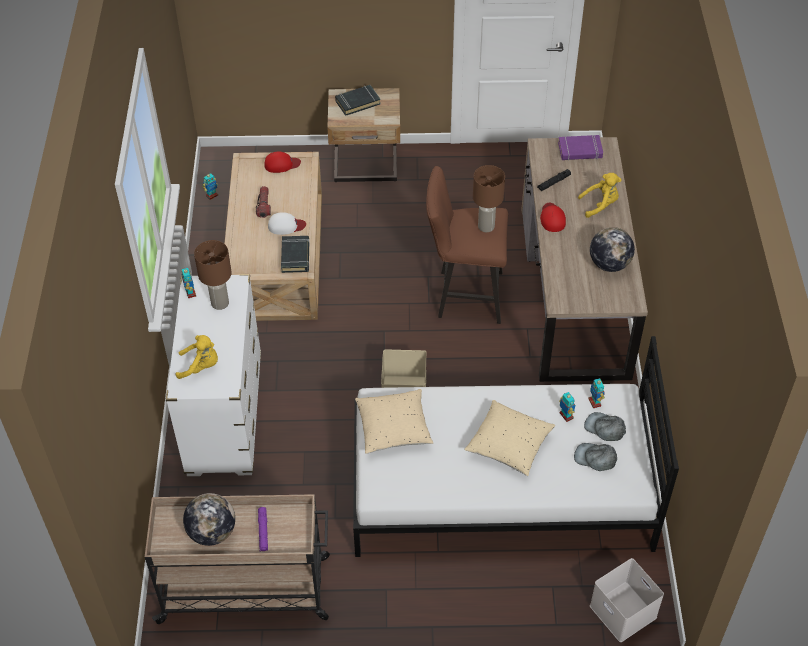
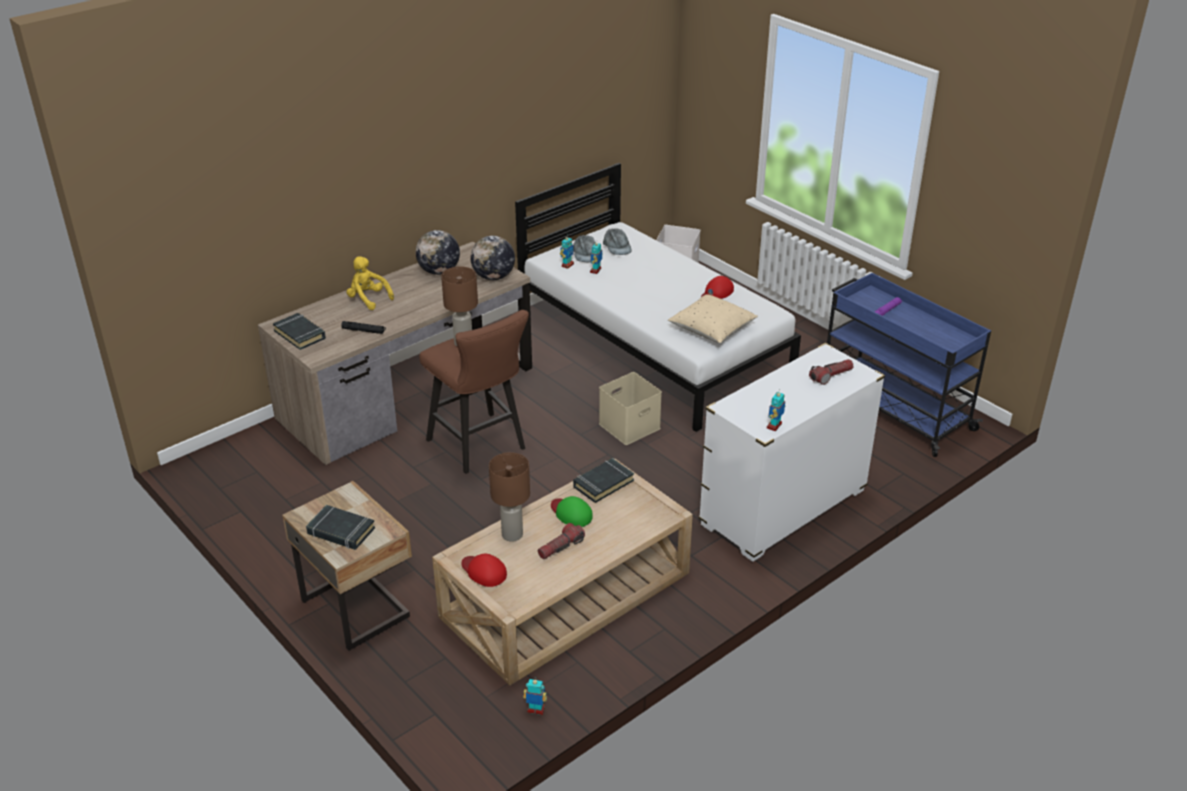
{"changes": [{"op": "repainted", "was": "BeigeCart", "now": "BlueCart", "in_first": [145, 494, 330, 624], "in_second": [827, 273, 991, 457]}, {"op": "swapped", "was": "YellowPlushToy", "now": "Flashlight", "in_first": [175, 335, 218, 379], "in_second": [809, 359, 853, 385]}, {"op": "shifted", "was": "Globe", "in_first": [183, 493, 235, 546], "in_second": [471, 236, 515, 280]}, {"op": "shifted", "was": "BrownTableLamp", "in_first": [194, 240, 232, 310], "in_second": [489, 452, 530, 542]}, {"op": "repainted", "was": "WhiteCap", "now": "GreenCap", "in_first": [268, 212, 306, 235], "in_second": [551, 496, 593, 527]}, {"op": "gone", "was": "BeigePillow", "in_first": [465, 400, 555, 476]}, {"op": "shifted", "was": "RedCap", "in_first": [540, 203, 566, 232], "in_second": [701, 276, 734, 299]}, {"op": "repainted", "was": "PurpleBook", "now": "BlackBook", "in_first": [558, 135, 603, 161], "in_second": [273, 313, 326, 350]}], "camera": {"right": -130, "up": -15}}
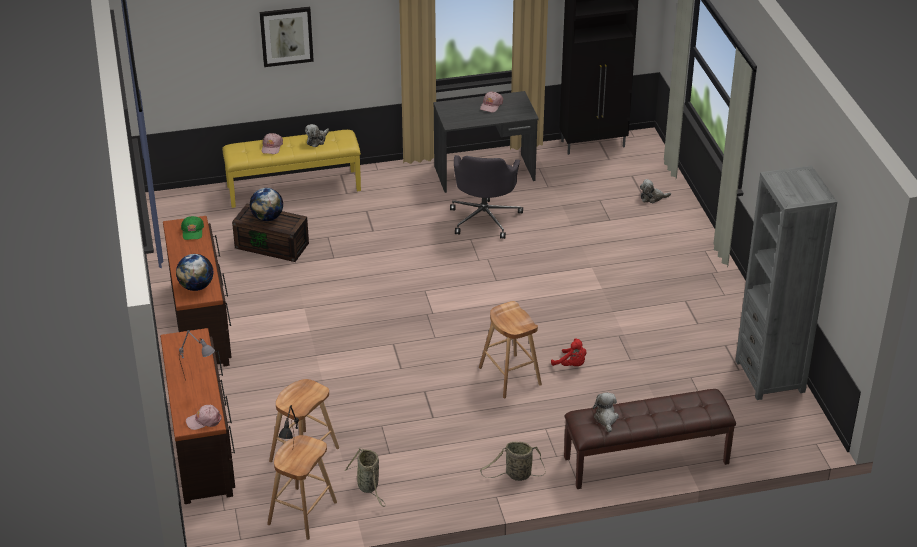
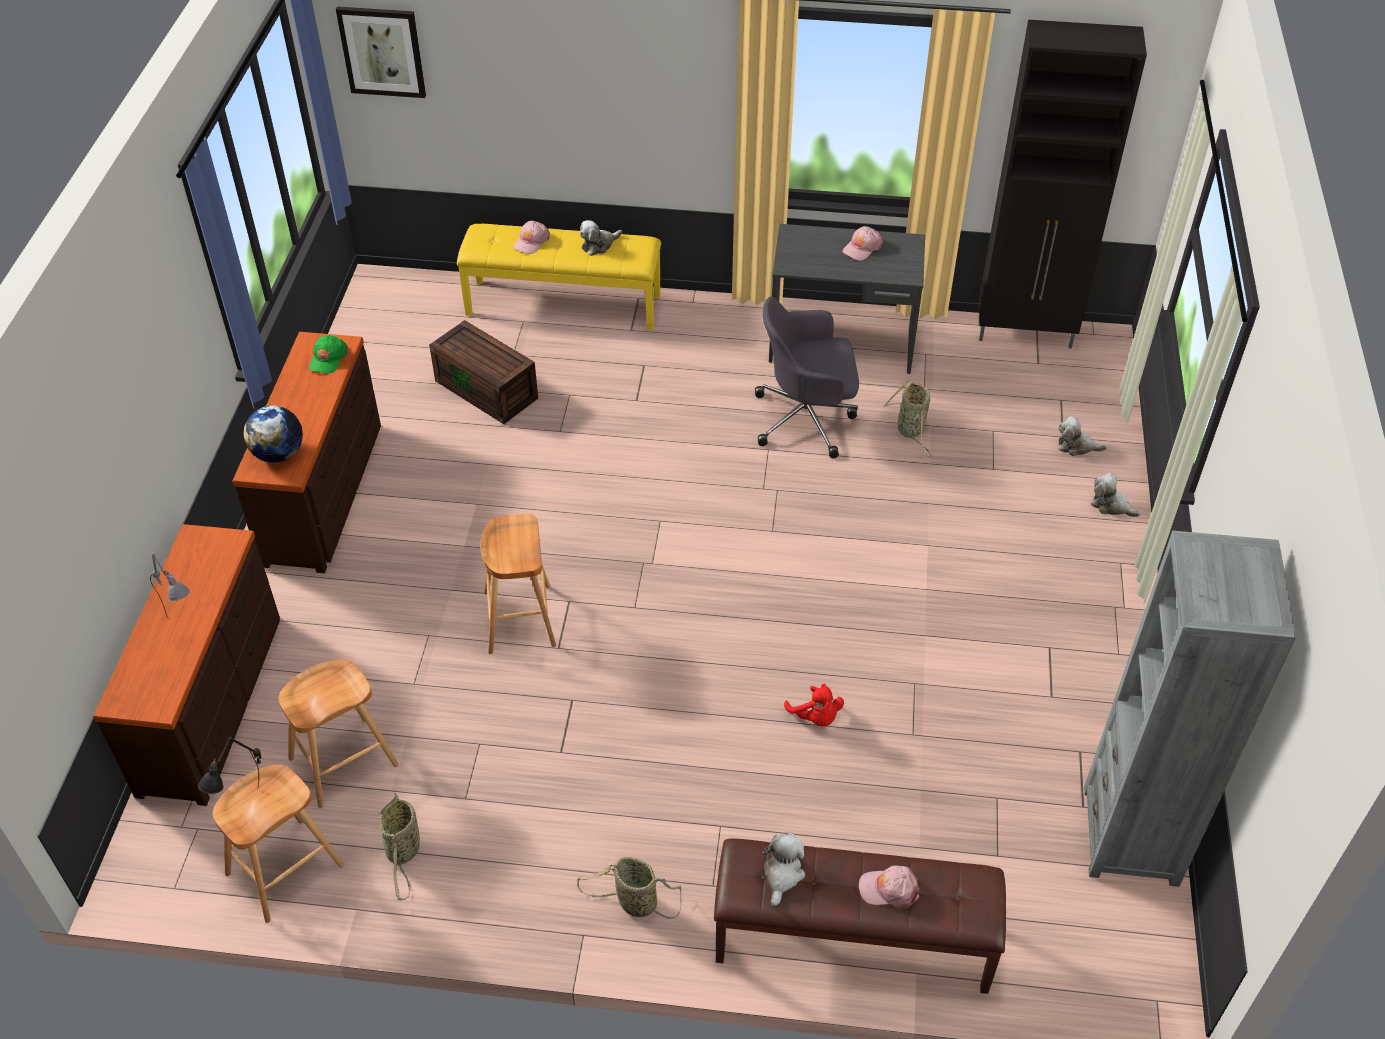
{"changes": [{"op": "shifted", "was": "PinkCap", "in_first": [186, 405, 222, 430], "in_second": [859, 865, 920, 908]}, {"op": "gone", "was": "Globe", "in_first": [250, 188, 283, 221]}, {"op": "shifted", "was": "Picture", "in_first": [260, 7, 314, 67], "in_second": [336, 7, 426, 98]}, {"op": "rotated", "was": "GreyOfficeChair", "in_first": [450, 155, 523, 239], "in_second": [755, 297, 859, 458], "clockwise": 60}, {"op": "shifted", "was": "BrownStool", "in_first": [479, 301, 542, 398], "in_second": [480, 514, 556, 654]}, {"op": "new", "now": "Basket", "in_second": [883, 380, 931, 458]}, {"op": "new", "now": "PlushToy", "in_second": [1091, 473, 1141, 517]}], "camera": {"right": 20, "up": 10}}
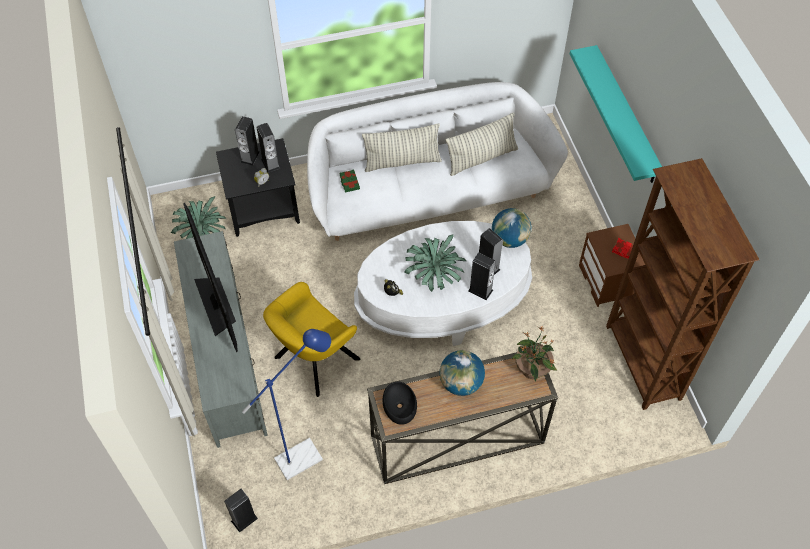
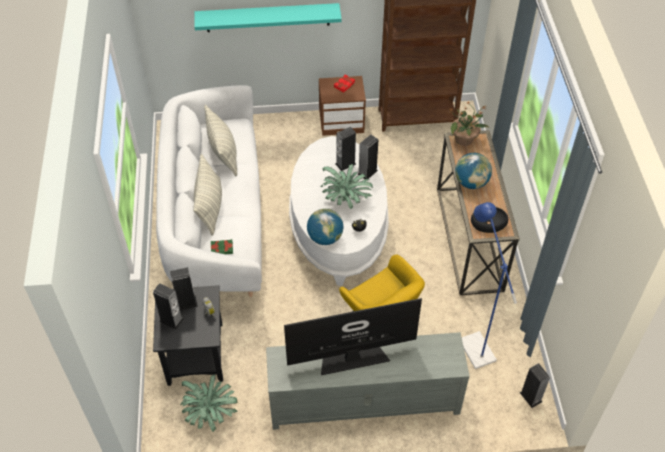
{"changes": [{"op": "shifted", "was": "Globe", "in_first": [492, 208, 531, 248], "in_second": [307, 209, 343, 245]}], "camera": {"right": -80, "up": -5}}
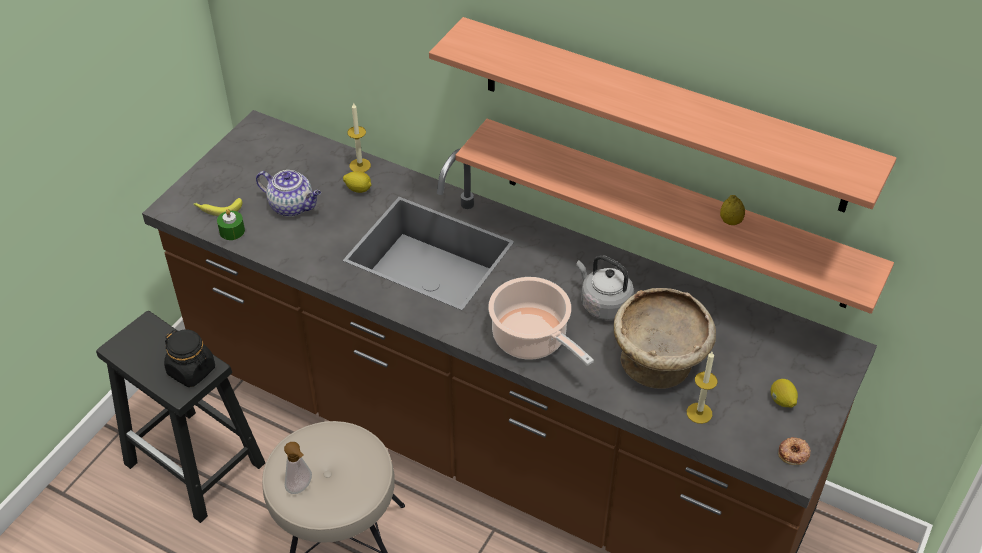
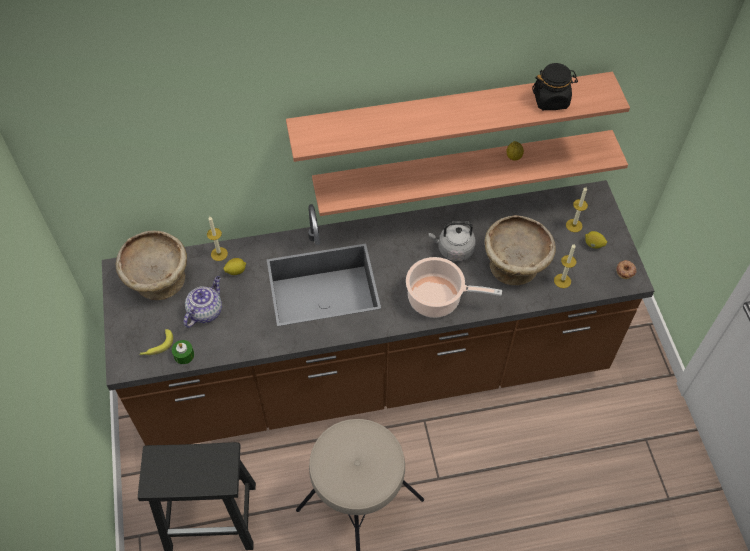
{"changes": [{"op": "shifted", "was": "BlackJar", "in_first": [164, 329, 215, 387], "in_second": [532, 63, 578, 110]}, {"op": "rotated", "was": "Teapot", "in_first": [256, 170, 321, 217], "in_second": [184, 276, 222, 328], "clockwise": -45}, {"op": "gone", "was": "SoapDispenser", "in_first": [284, 442, 312, 494]}, {"op": "new", "now": "BeigeBowl", "in_second": [116, 231, 187, 300]}, {"op": "new", "now": "Candle", "in_second": [566, 187, 588, 232]}], "camera": {"right": -40, "up": 10}}
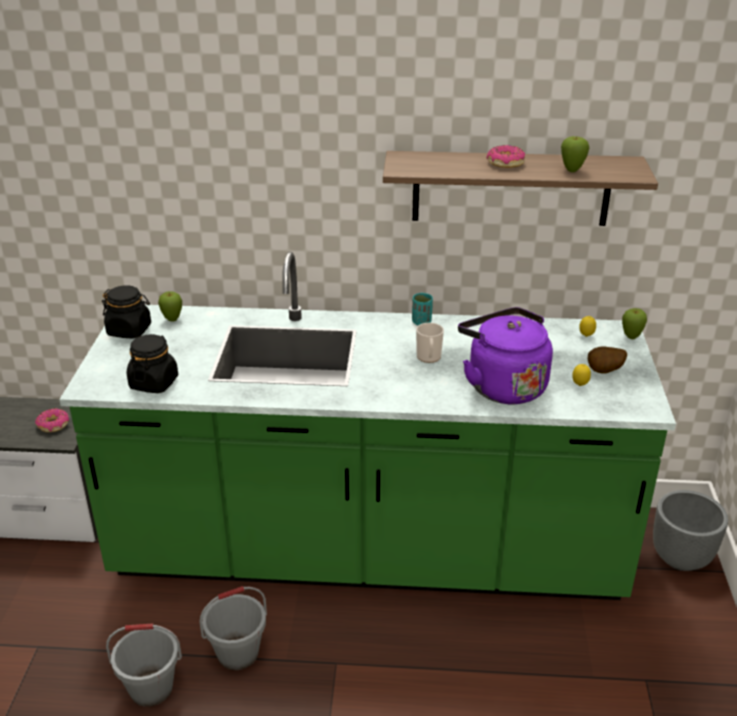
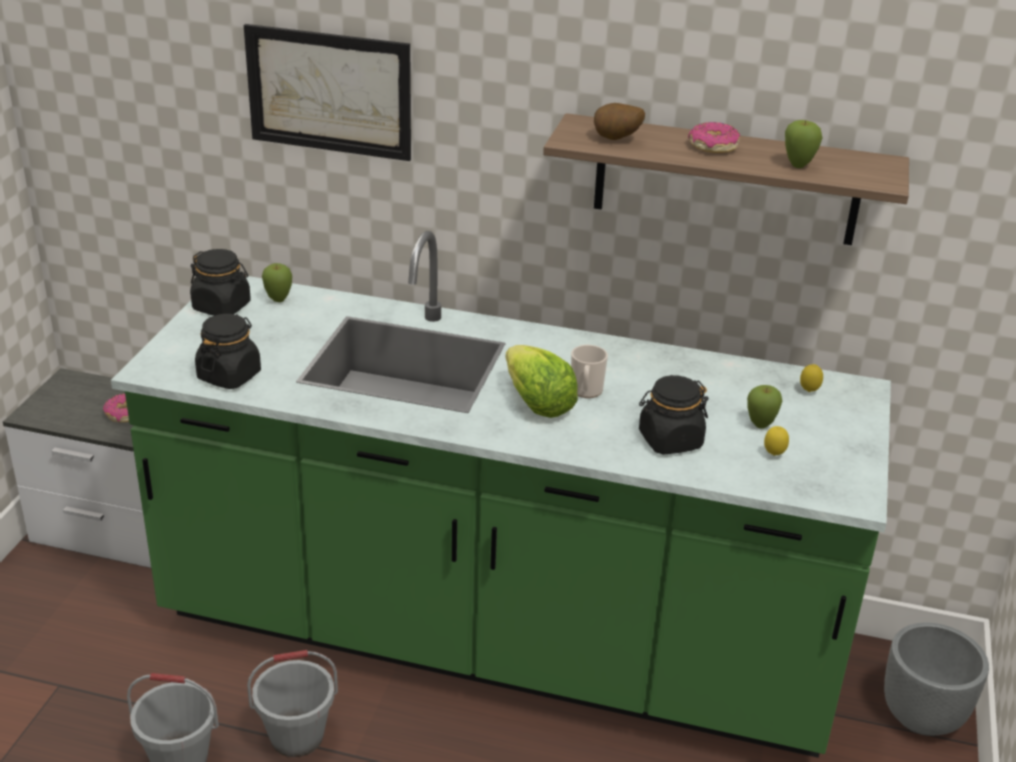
{"changes": [{"op": "gone", "was": "TurquoiseCup", "in_first": [412, 293, 433, 325]}, {"op": "swapped", "was": "PurpleKettle", "now": "BlackJar", "in_first": [458, 307, 553, 404], "in_second": [639, 375, 708, 455]}, {"op": "shifted", "was": "Potato", "in_first": [588, 346, 627, 374], "in_second": [594, 103, 645, 140]}, {"op": "shifted", "was": "Apple", "in_first": [622, 308, 647, 339], "in_second": [747, 385, 782, 429]}, {"op": "new", "now": "Picture", "in_second": [244, 24, 411, 161]}, {"op": "new", "now": "Lettuce", "in_second": [505, 345, 578, 418]}], "camera": {"right": 10, "up": 0}}
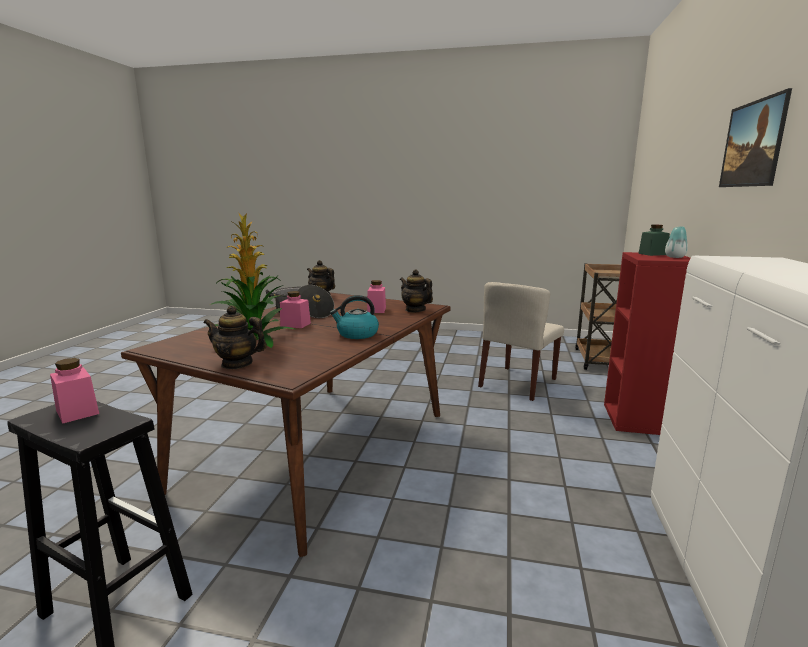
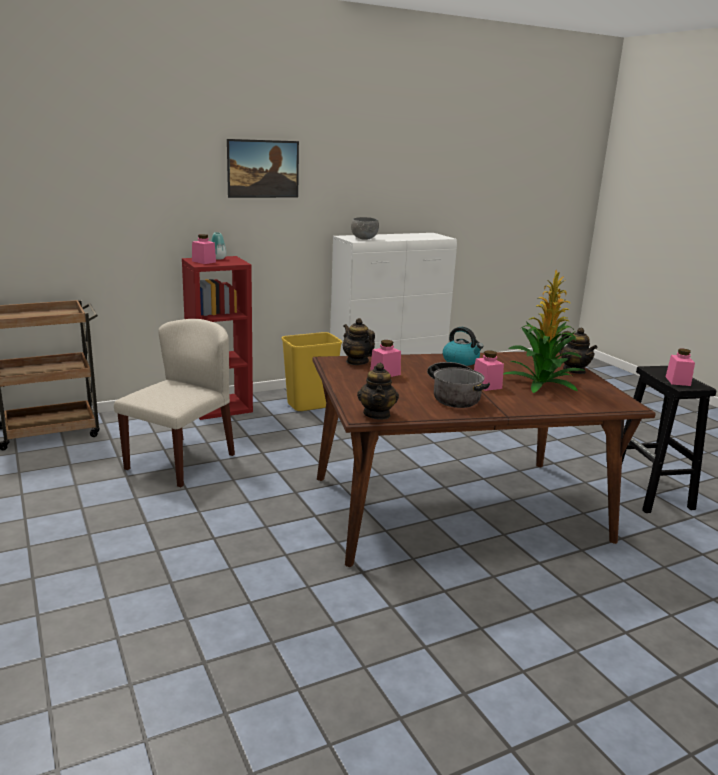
{"changes": [{"op": "rotated", "was": "Teapot", "in_first": [400, 269, 433, 312], "in_second": [343, 318, 375, 365], "clockwise": 135}, {"op": "rotated", "was": "BeigeChair", "in_first": [478, 282, 564, 401], "in_second": [114, 319, 235, 487], "clockwise": -60}, {"op": "repainted", "was": "GreenJar", "now": "PinkJar", "in_first": [638, 225, 670, 256], "in_second": [192, 234, 216, 264]}, {"op": "new", "now": "YellowTrashCan", "in_second": [281, 332, 342, 411]}, {"op": "new", "now": "GreyBowl", "in_second": [351, 217, 379, 240]}], "camera": {"right": -130, "up": 5}}
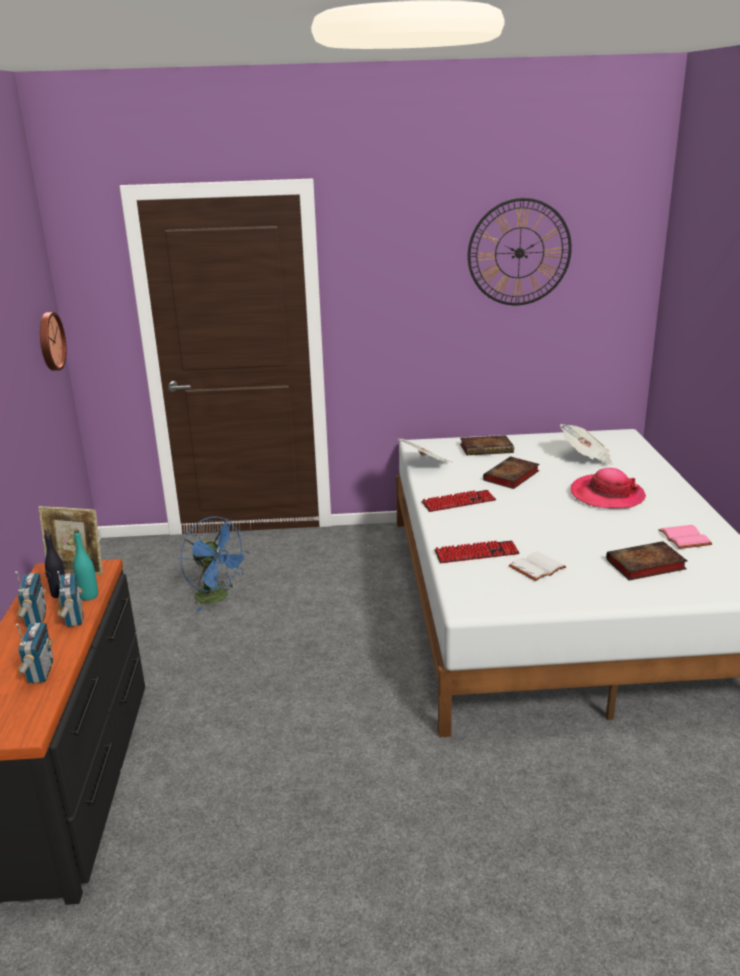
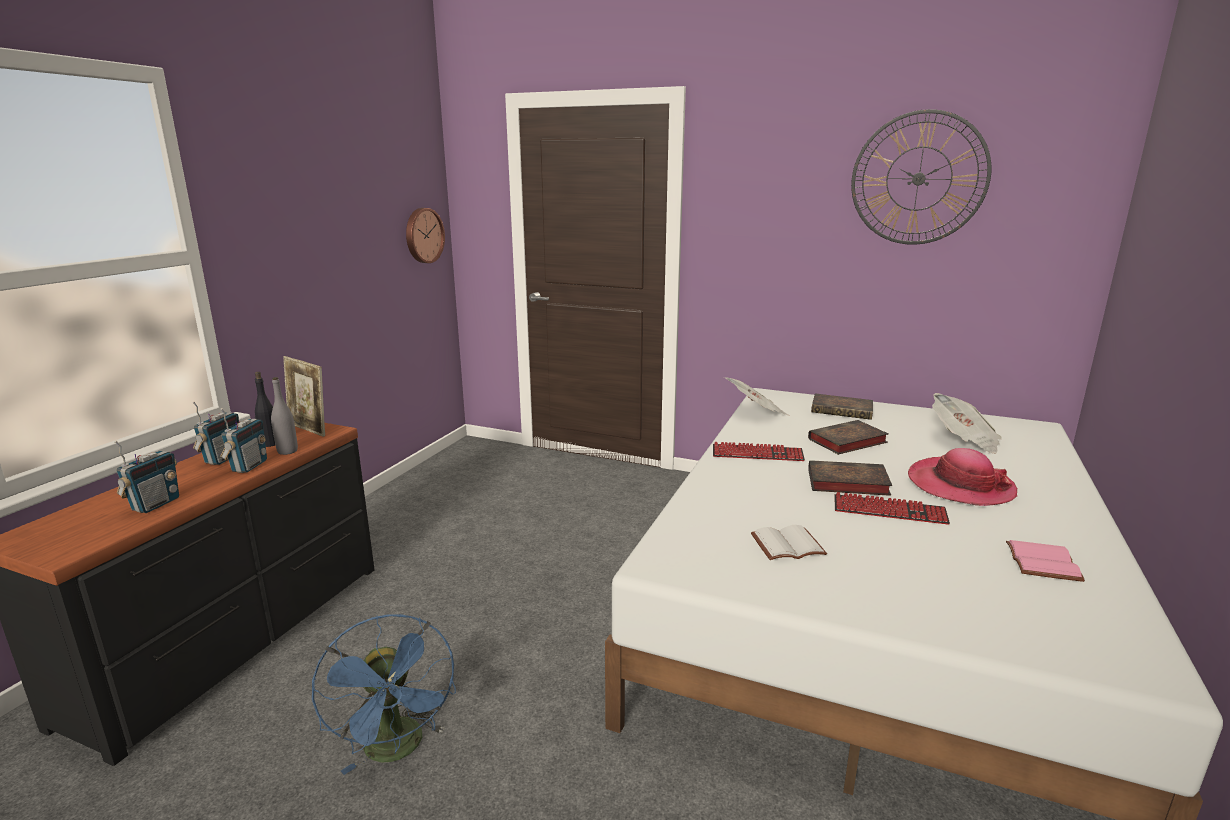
{"changes": [{"op": "repainted", "was": "TurquoiseBottle", "now": "GreyBottle", "in_first": [73, 530, 98, 601], "in_second": [271, 377, 298, 455]}, {"op": "shifted", "was": "BlueFan", "in_first": [180, 516, 249, 612], "in_second": [312, 614, 456, 775]}, {"op": "shifted", "was": "Keyboard", "in_first": [434, 540, 519, 563], "in_second": [834, 492, 950, 525]}, {"op": "shifted", "was": "Book", "in_first": [606, 541, 687, 581], "in_second": [808, 460, 892, 496]}], "camera": {"right": 25, "up": -5}}
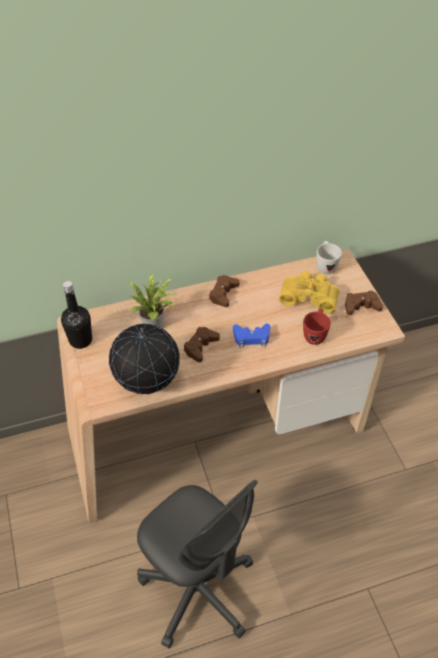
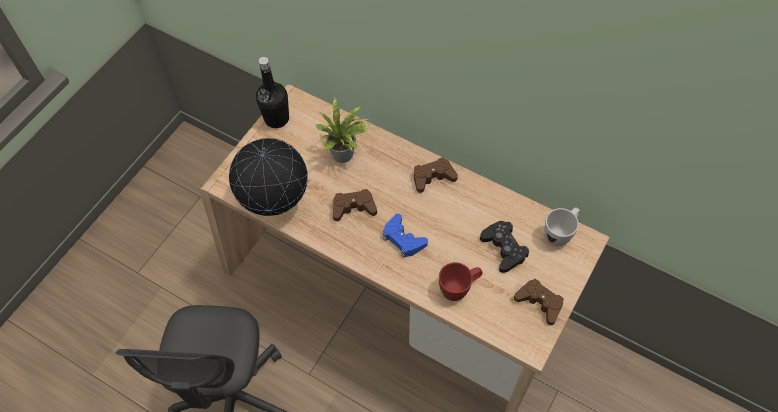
{"changes": [{"op": "swapped", "was": "YellowBinoculars", "now": "BlackGameController", "in_first": [279, 271, 340, 314], "in_second": [480, 221, 529, 273]}], "camera": {"right": 50, "up": 10}}
